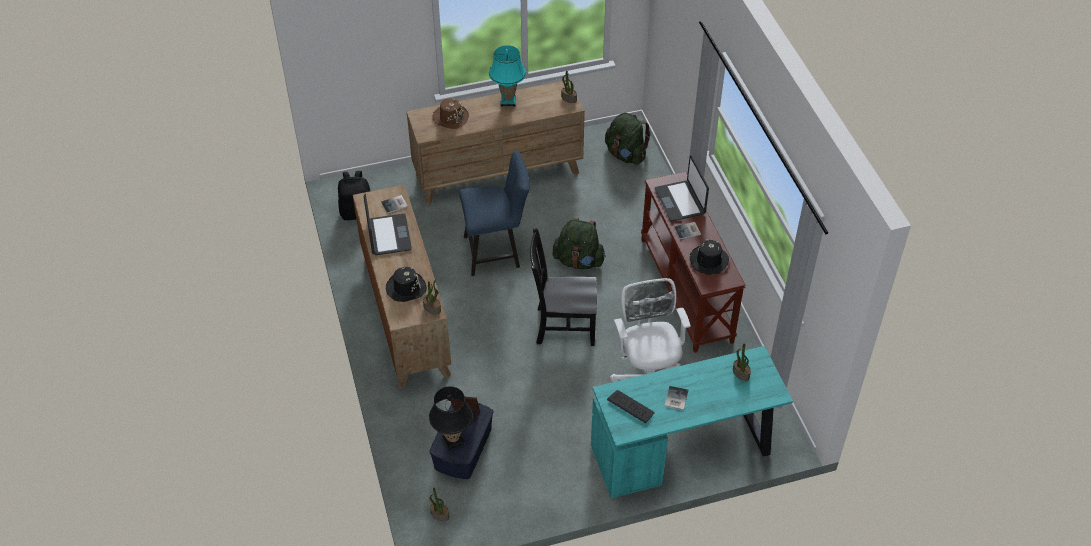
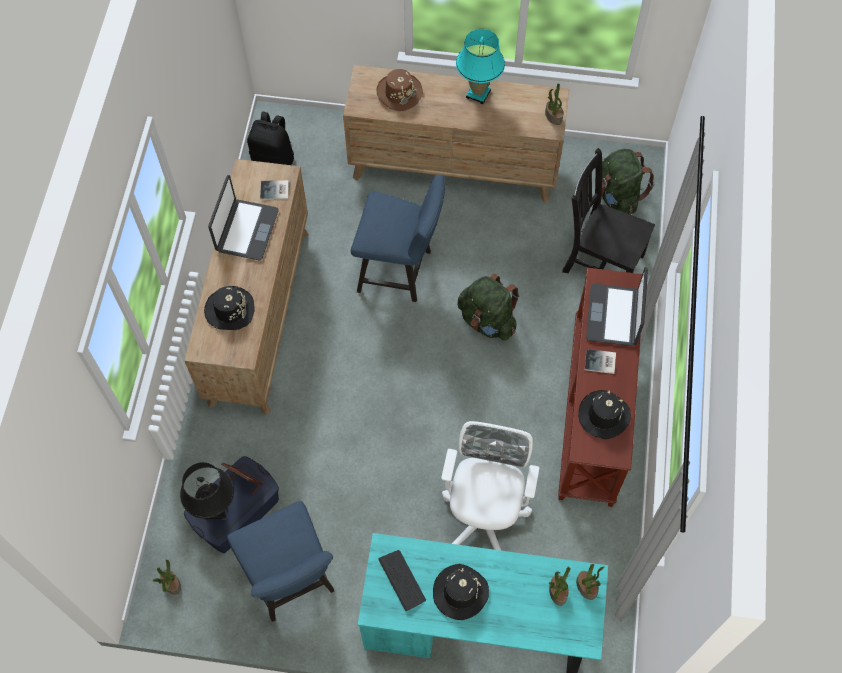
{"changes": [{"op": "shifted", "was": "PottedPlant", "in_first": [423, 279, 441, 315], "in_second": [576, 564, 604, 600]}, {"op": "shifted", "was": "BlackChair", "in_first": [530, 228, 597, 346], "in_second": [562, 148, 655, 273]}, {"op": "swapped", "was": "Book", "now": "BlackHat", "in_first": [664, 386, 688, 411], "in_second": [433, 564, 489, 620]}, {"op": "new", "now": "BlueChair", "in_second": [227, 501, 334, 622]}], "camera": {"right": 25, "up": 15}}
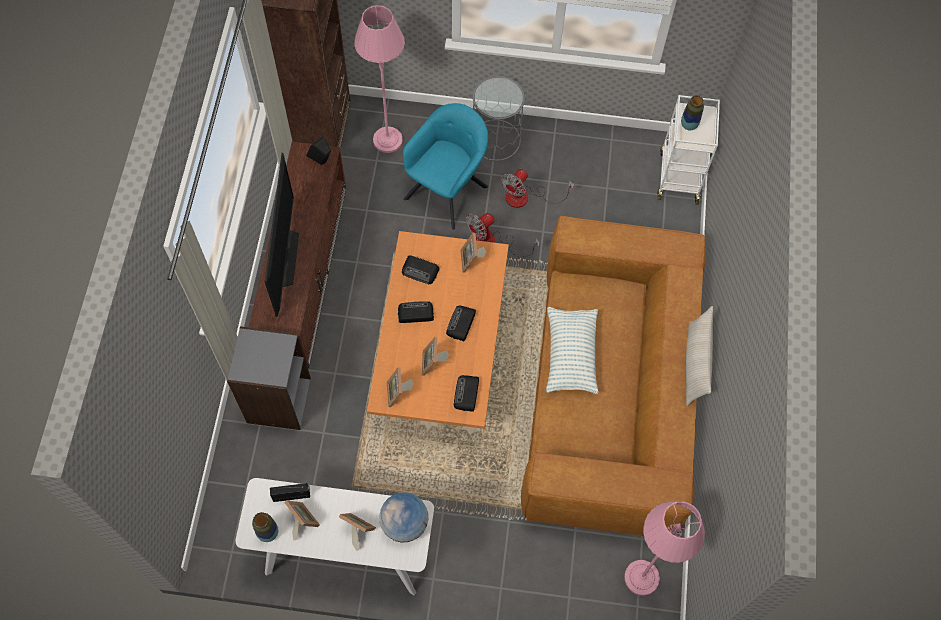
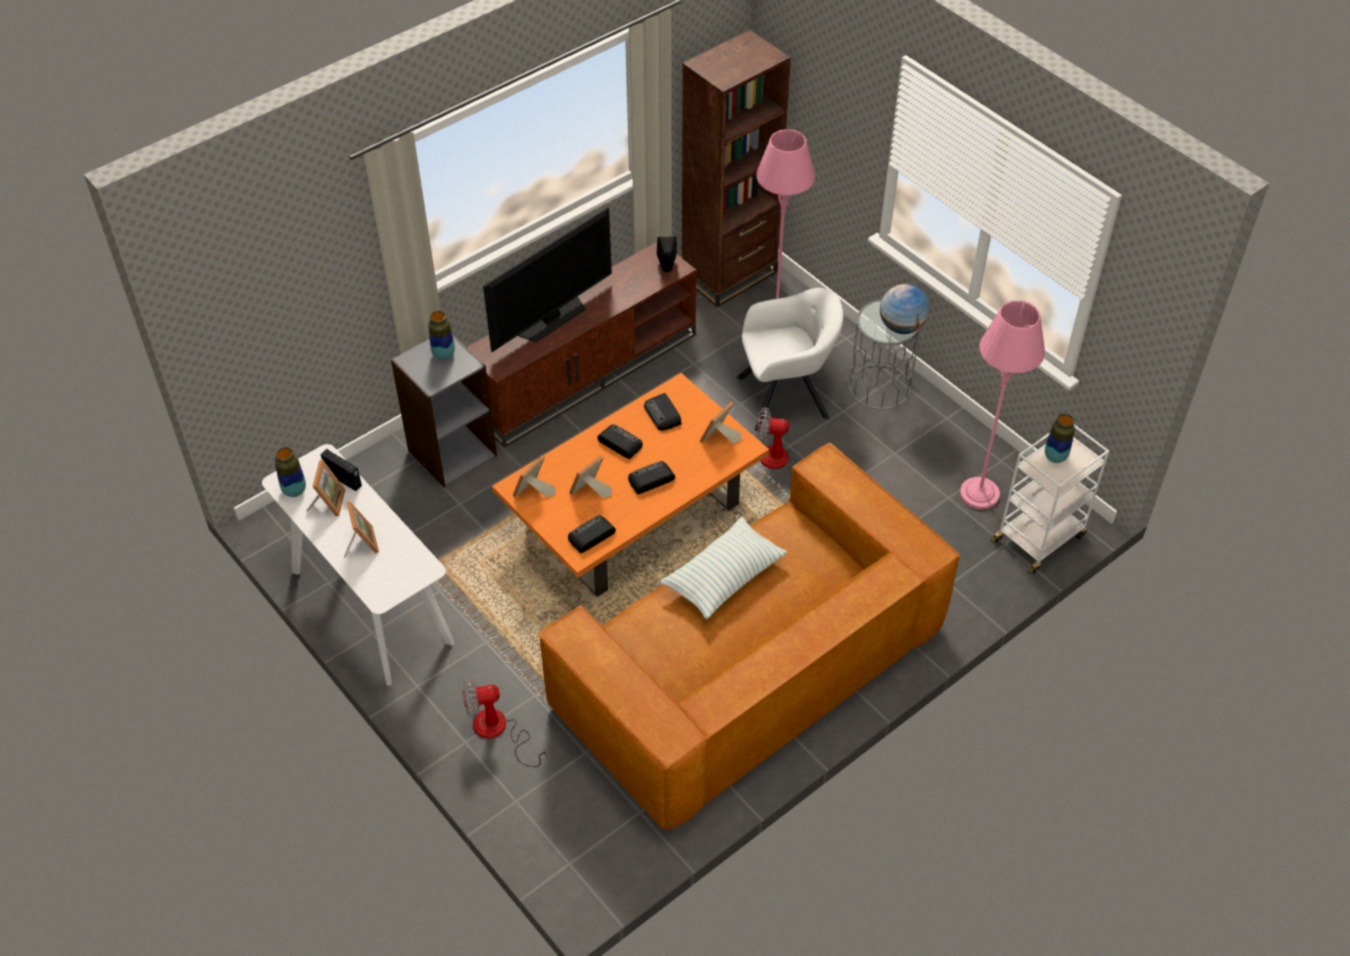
{"changes": [{"op": "shifted", "was": "Globe", "in_first": [379, 492, 428, 543], "in_second": [880, 284, 930, 334]}, {"op": "repainted", "was": "TurquoiseArmchair", "now": "WhiteArmchair", "in_first": [403, 103, 488, 230], "in_second": [737, 288, 843, 431]}, {"op": "shifted", "was": "Fan", "in_first": [501, 169, 574, 208], "in_second": [462, 676, 547, 767]}, {"op": "shifted", "was": "PinkFloorLamp", "in_first": [624, 501, 705, 596], "in_second": [960, 300, 1045, 509]}, {"op": "gone", "was": "BeigePillow", "in_first": [686, 306, 713, 406]}, {"op": "new", "now": "Vase", "in_second": [428, 311, 455, 360]}], "camera": {"right": 45, "up": -15}}
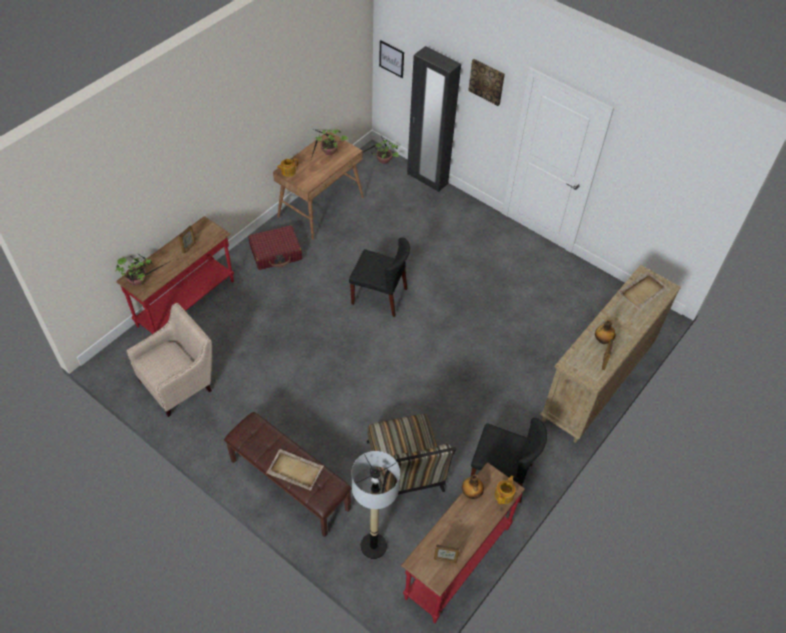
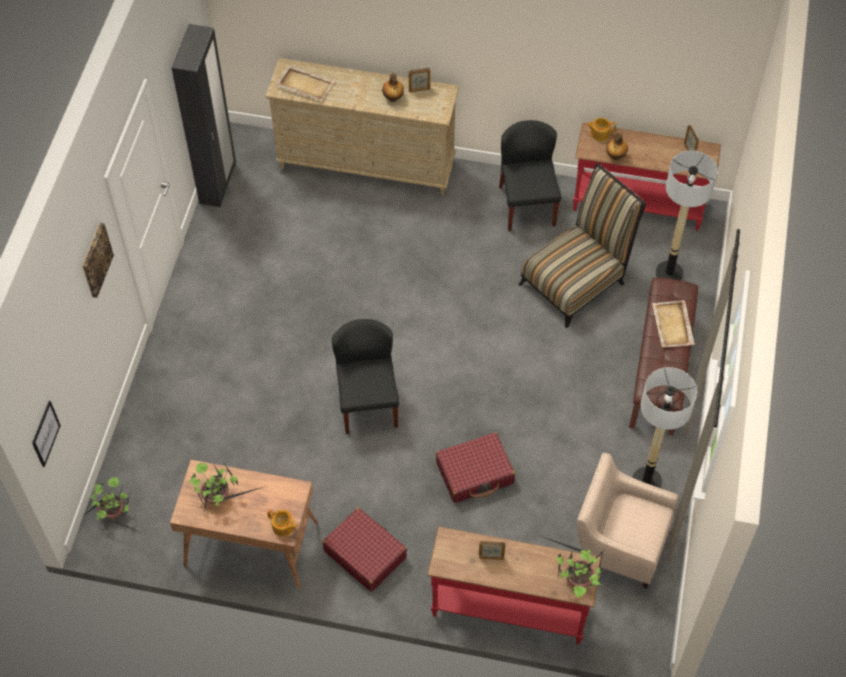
{"changes": [{"op": "shifted", "was": "BlackWardrobe", "in_first": [407, 46, 461, 192], "in_second": [172, 24, 236, 207]}, {"op": "new", "now": "RedSuitcase", "in_second": [436, 432, 515, 503]}, {"op": "new", "now": "FloorLamp", "in_second": [632, 367, 697, 488]}], "camera": {"right": -115, "up": 5}}
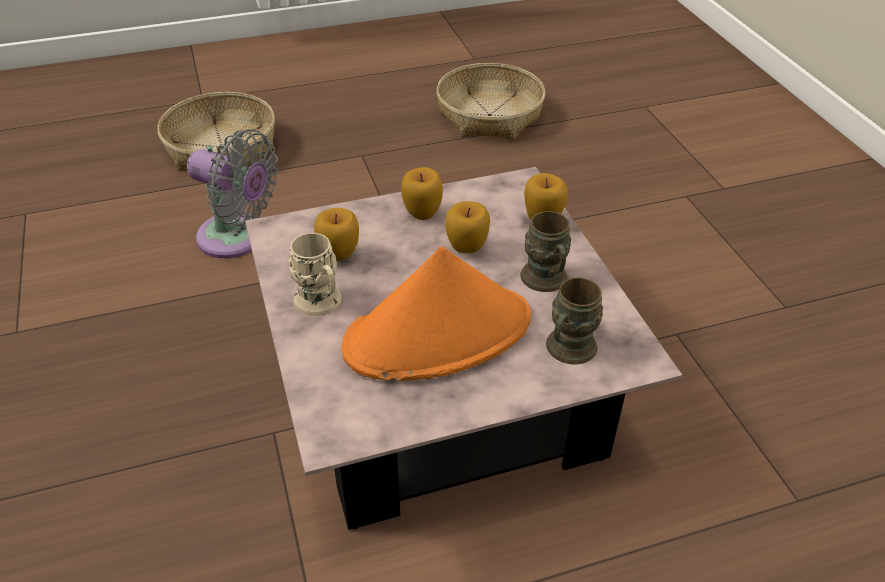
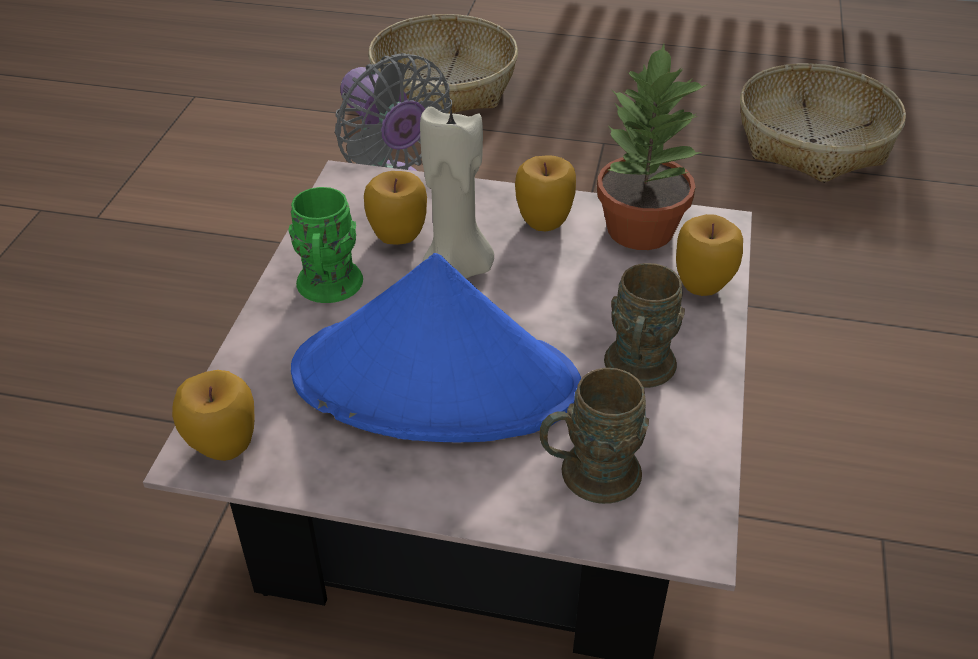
{"changes": [{"op": "repainted", "was": "BeigeMug", "now": "GreenMug", "in_first": [288, 233, 342, 316], "in_second": [288, 187, 363, 303]}, {"op": "repainted", "was": "OrangeHat", "now": "BlueHat", "in_first": [342, 247, 531, 381], "in_second": [291, 253, 581, 442]}, {"op": "shifted", "was": "Apple", "in_first": [445, 201, 490, 253], "in_second": [172, 370, 255, 461]}, {"op": "new", "now": "BeigeCandle", "in_second": [420, 106, 494, 279]}, {"op": "new", "now": "PottedPlant", "in_second": [597, 44, 706, 250]}], "camera": {"right": 30, "up": 0}}
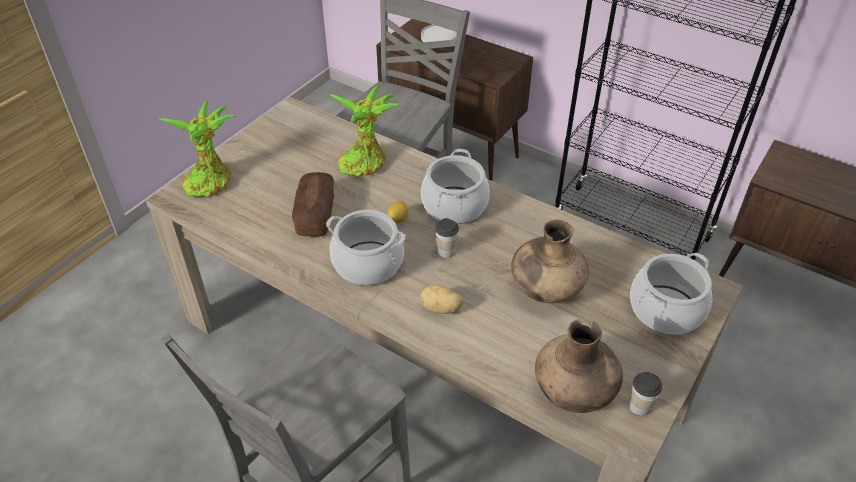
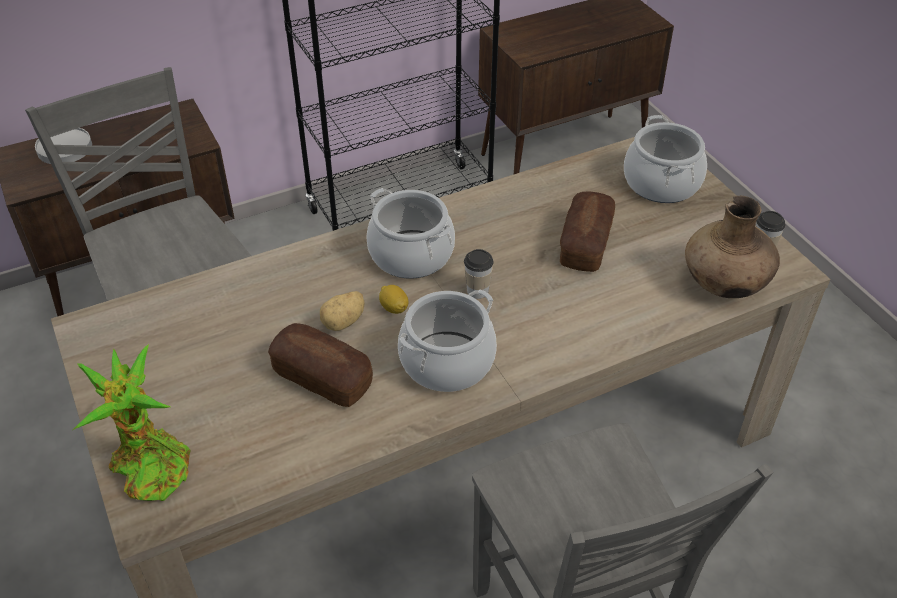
{"changes": [{"op": "gone", "was": "PottedPlant", "in_first": [329, 86, 401, 177]}, {"op": "shifted", "was": "Potato", "in_first": [420, 284, 463, 314], "in_second": [320, 291, 365, 331]}, {"op": "swapped", "was": "BrownVase", "now": "Bread", "in_first": [511, 220, 589, 303], "in_second": [560, 191, 615, 272]}], "camera": {"right": -60, "up": 0}}
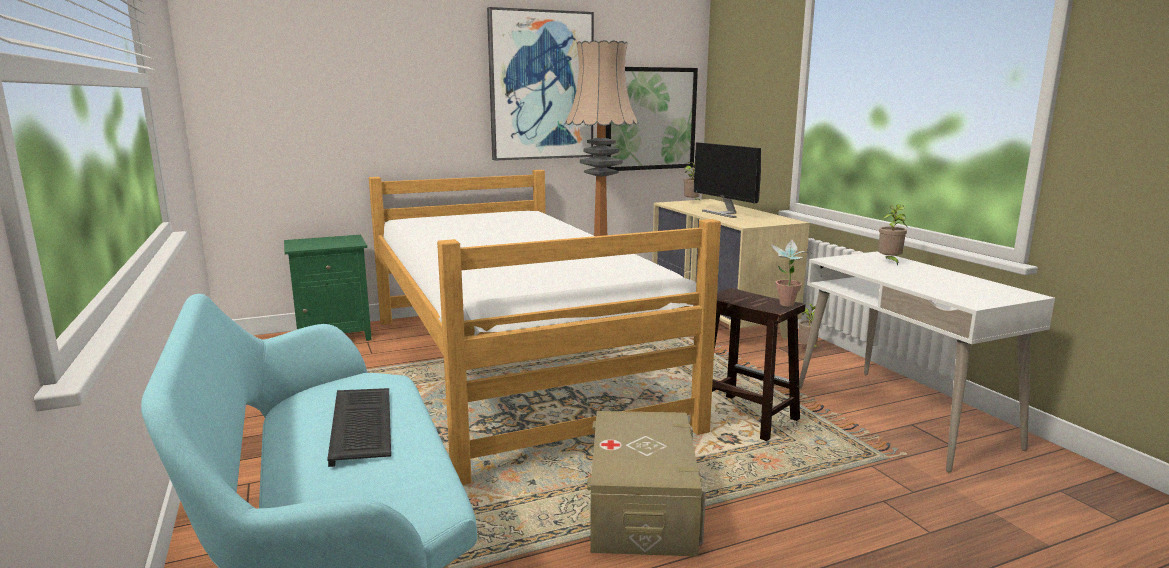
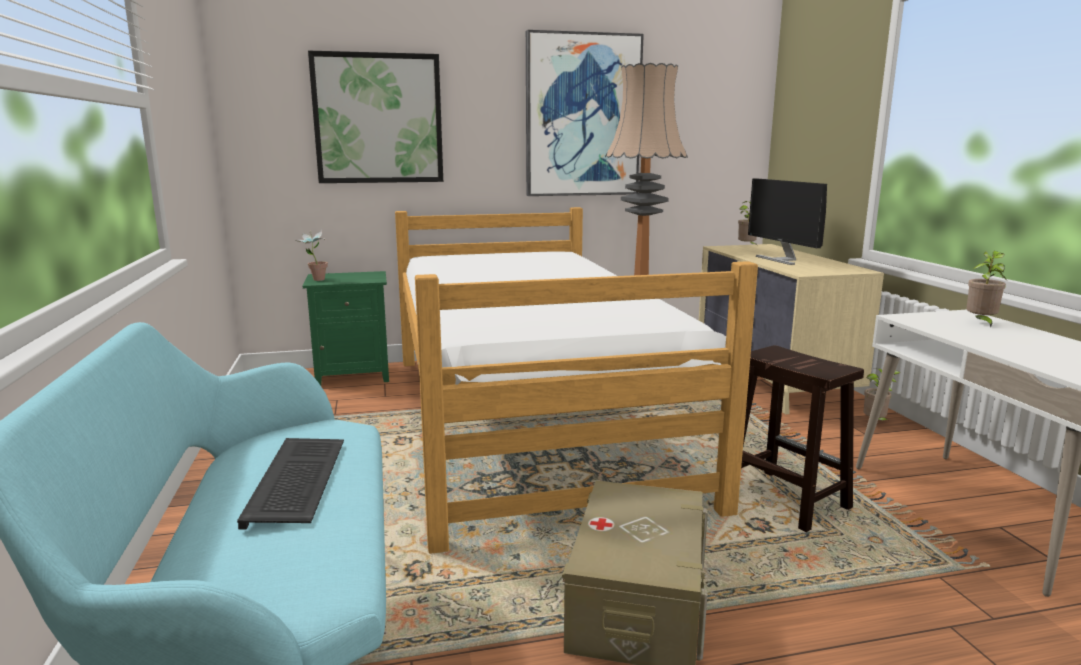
{"changes": [{"op": "shifted", "was": "Picture", "in_first": [606, 67, 698, 171], "in_second": [308, 51, 443, 183]}, {"op": "shifted", "was": "PottedPlant", "in_first": [771, 239, 811, 306], "in_second": [296, 230, 328, 281]}], "camera": {"right": 10, "up": 0}}
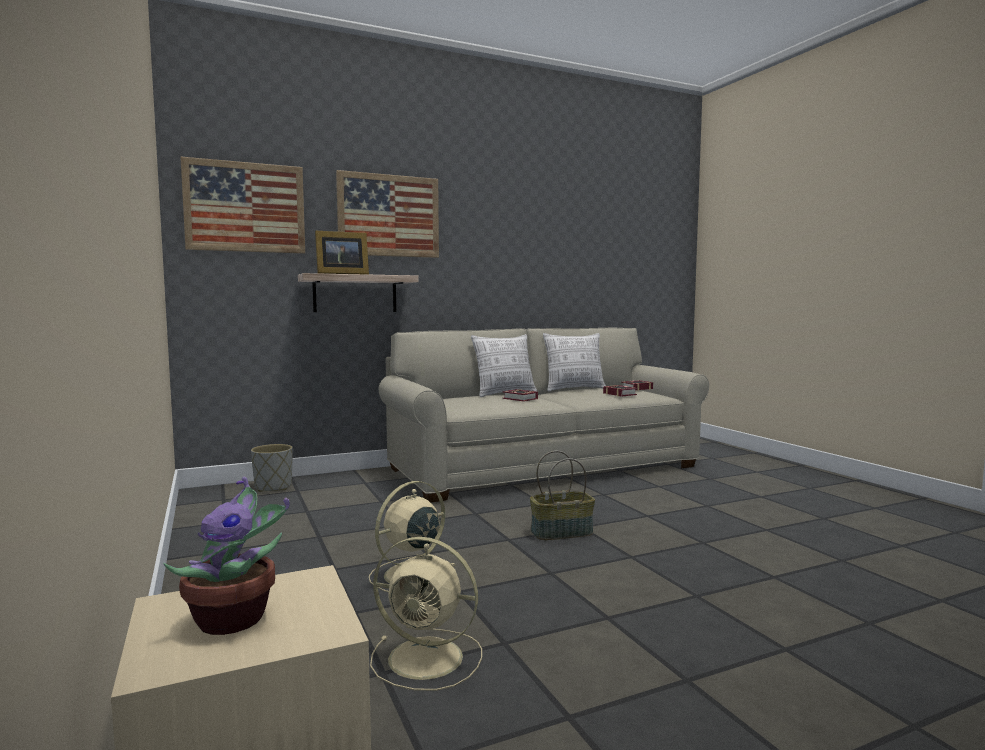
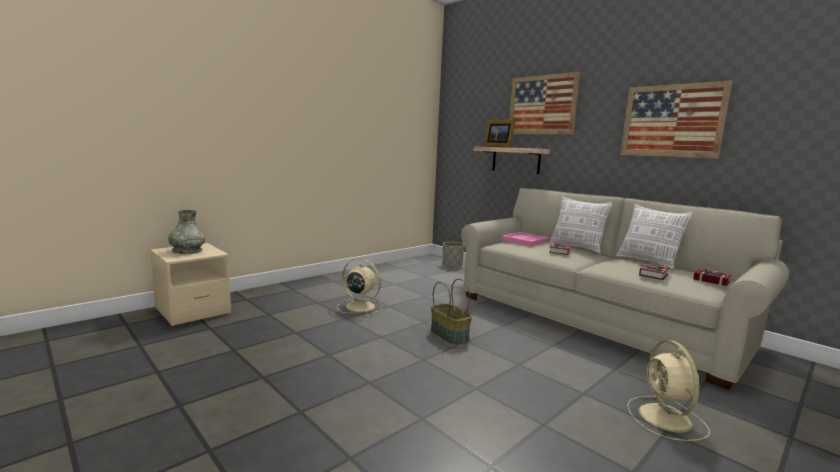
{"changes": [{"op": "swapped", "was": "PottedPlant", "now": "GreyVase", "in_first": [164, 477, 290, 635], "in_second": [168, 210, 205, 254]}, {"op": "shifted", "was": "Picture", "in_first": [180, 156, 305, 254], "in_second": [620, 81, 733, 159]}, {"op": "shifted", "was": "BeigeFan", "in_first": [370, 537, 482, 691], "in_second": [627, 340, 710, 441]}, {"op": "new", "now": "PinkTray", "in_second": [501, 232, 549, 247]}], "camera": {"right": 70, "up": 5}}
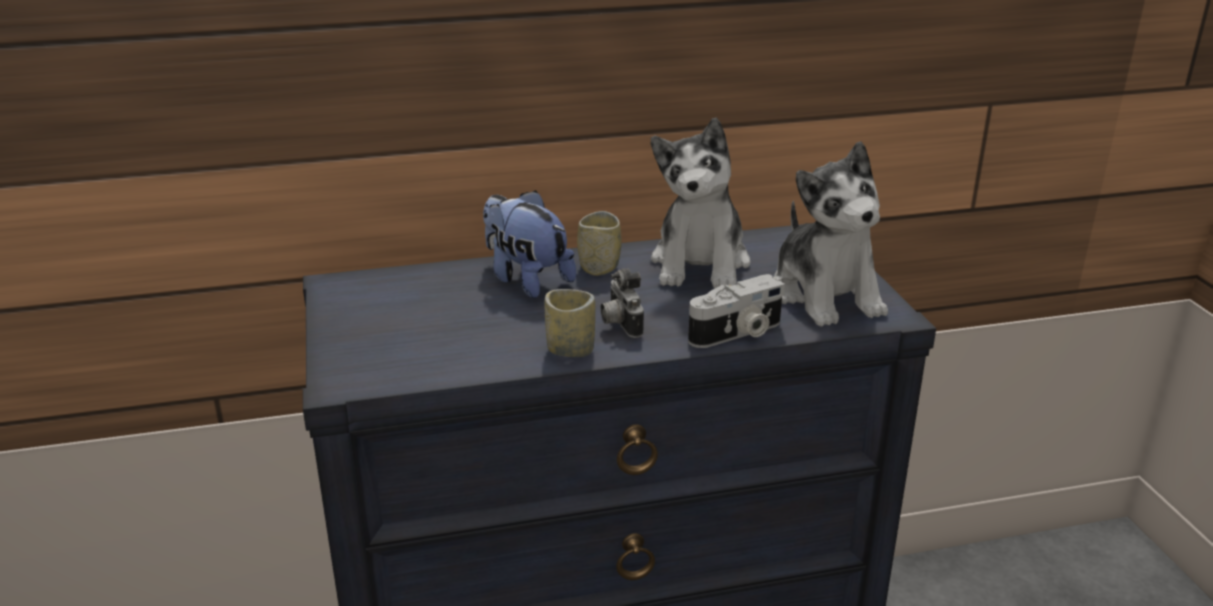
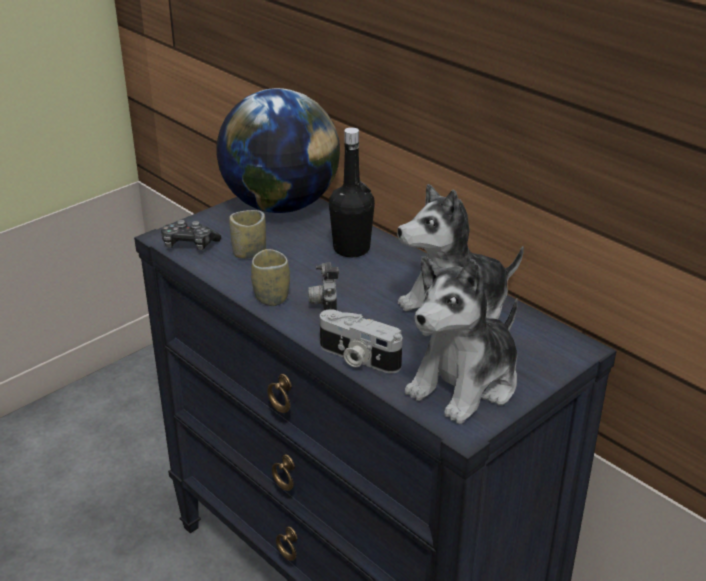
{"changes": [{"op": "swapped", "was": "PlushToy", "now": "BlackBottle", "in_first": [483, 190, 576, 298], "in_second": [329, 127, 375, 257]}, {"op": "shifted", "was": "Cup", "in_first": [577, 211, 622, 276], "in_second": [229, 210, 266, 259]}, {"op": "rotated", "was": "PhotoCamera", "in_first": [601, 268, 644, 338], "in_second": [308, 262, 339, 310], "clockwise": -45}, {"op": "new", "now": "GameController", "in_second": [161, 220, 221, 250]}, {"op": "new", "now": "Globe", "in_second": [216, 88, 340, 213]}], "camera": {"right": 60, "up": 5}}
